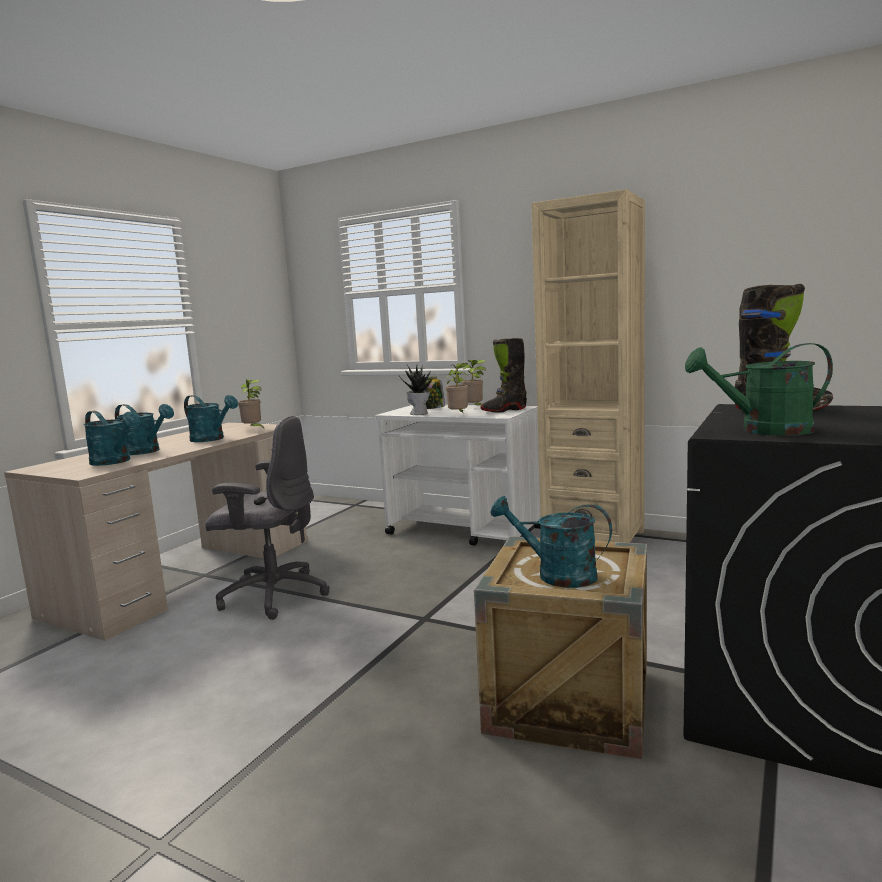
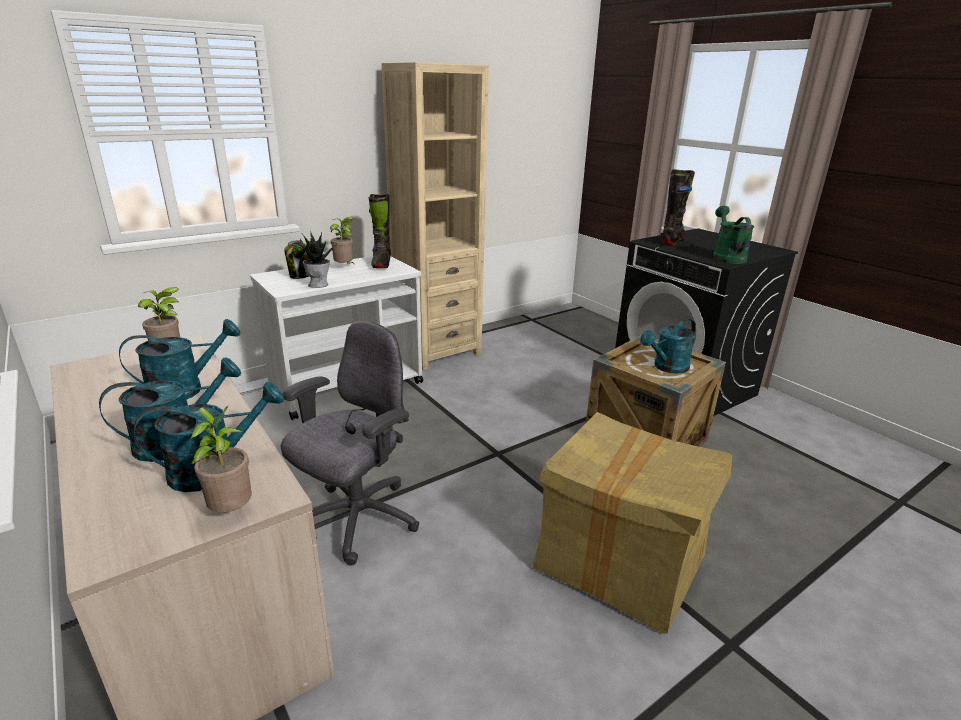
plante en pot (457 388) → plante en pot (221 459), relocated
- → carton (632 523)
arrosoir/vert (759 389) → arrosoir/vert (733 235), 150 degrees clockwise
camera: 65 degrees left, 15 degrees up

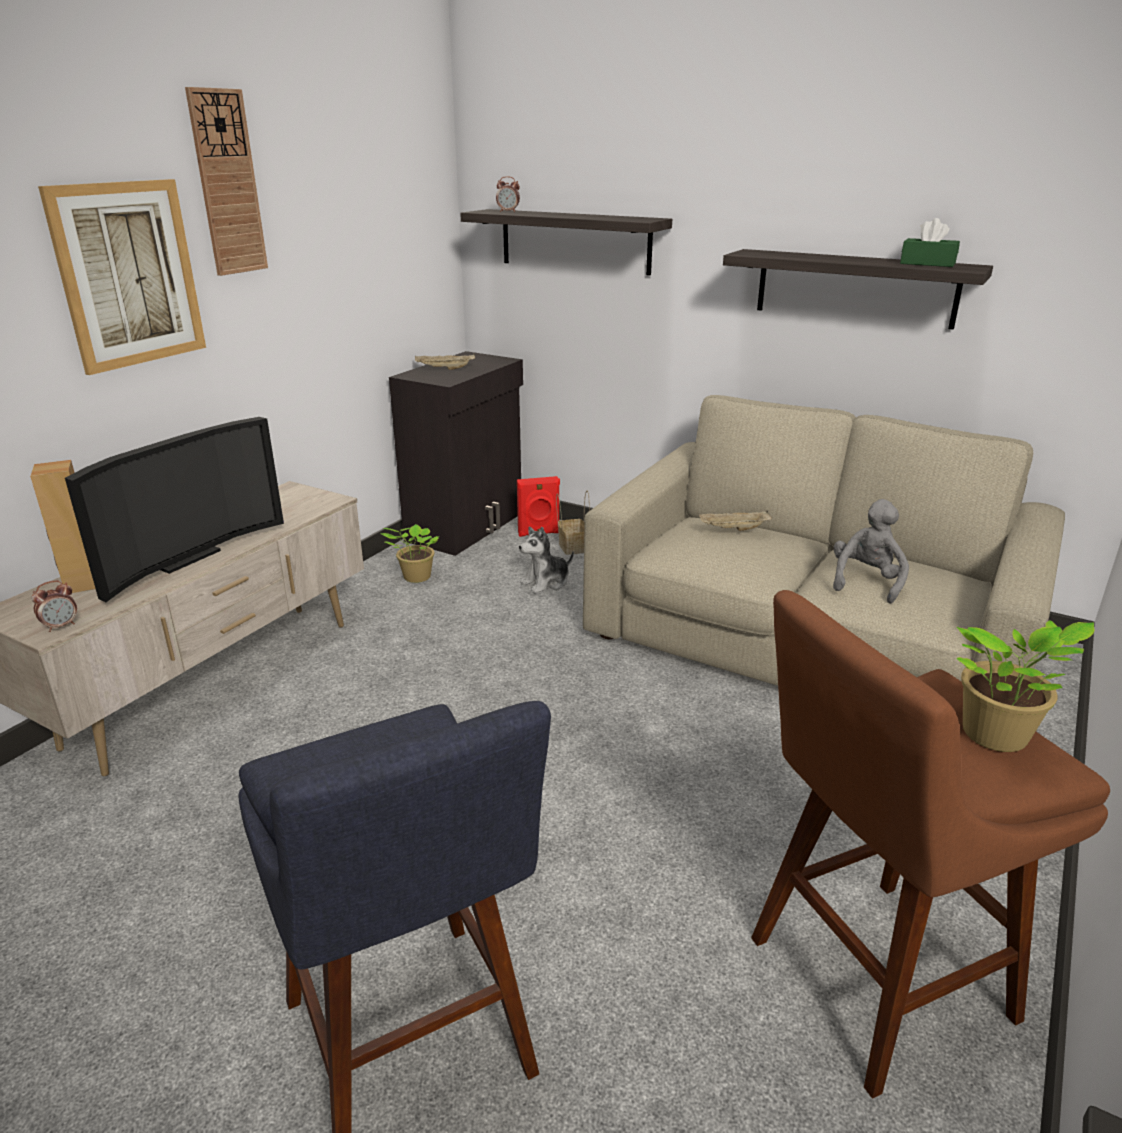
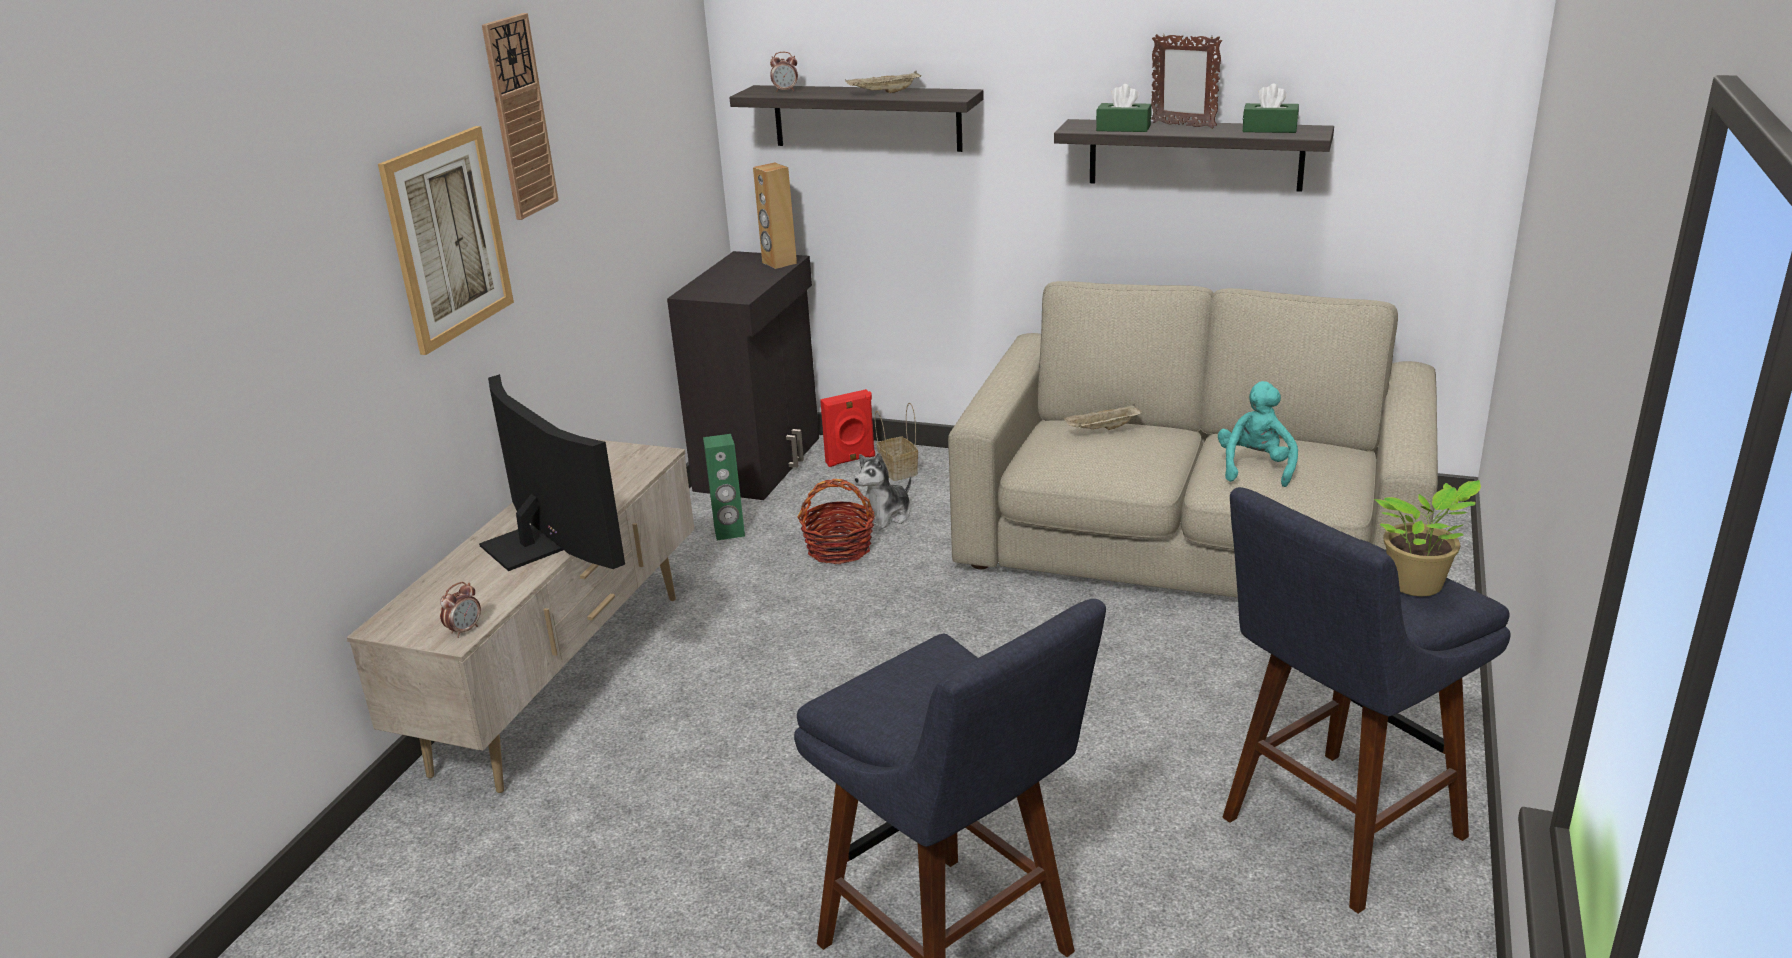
téléviseur (174 509) → téléviseur (552 472), 60 degrees counterclockwise
plante en pot (410 553) → enceinte/vert (724 487)
enceinte/marron (62 526) → enceinte/marron (775 216), relocated
- → panier (836 521)
plateau/beige (445 362) → plateau/beige (883 82), relocated
- → boîte à mouchoirs/vert (1123 108)
- → cadre photo (1186 81)
peluche/gris (871 551) → peluche/turquoise (1258 434)
tabouret/marron (930 844) → tabouret/bleu (1366 700)
camera: 10 degrees left, 0 degrees up

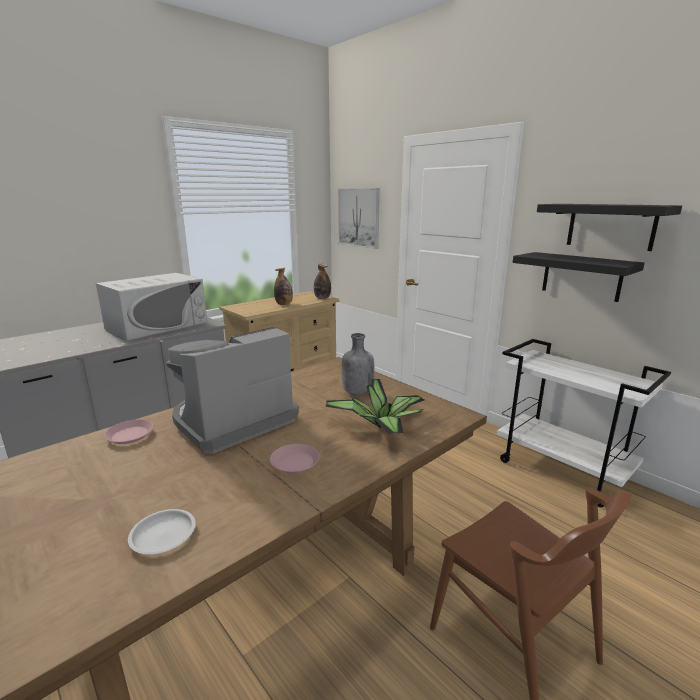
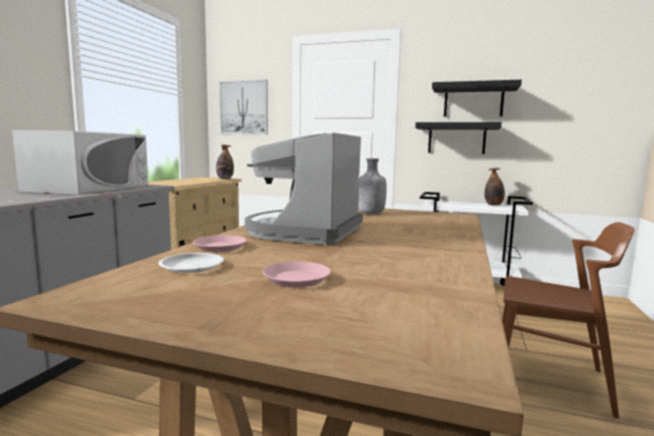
assiette/blanc (162 531) → assiette/blanc (191 263), relocated
assiette/rose (294 459) → assiette/rose (297 274), relocated
bouteille (283 286) → bouteille (495 186), relocated
plante en pot (375 406) → -
camera: 30 degrees left, 10 degrees down

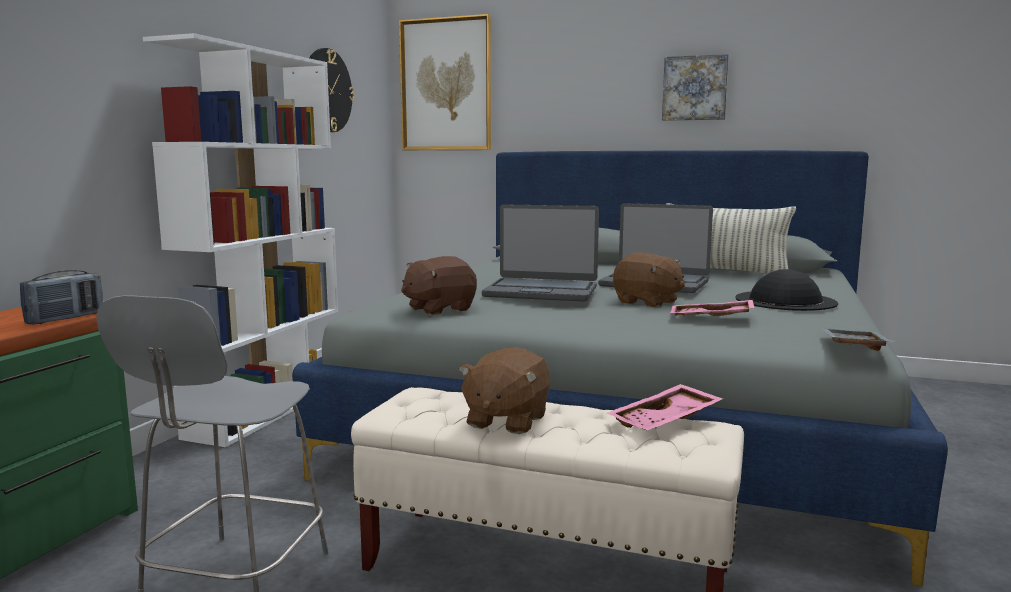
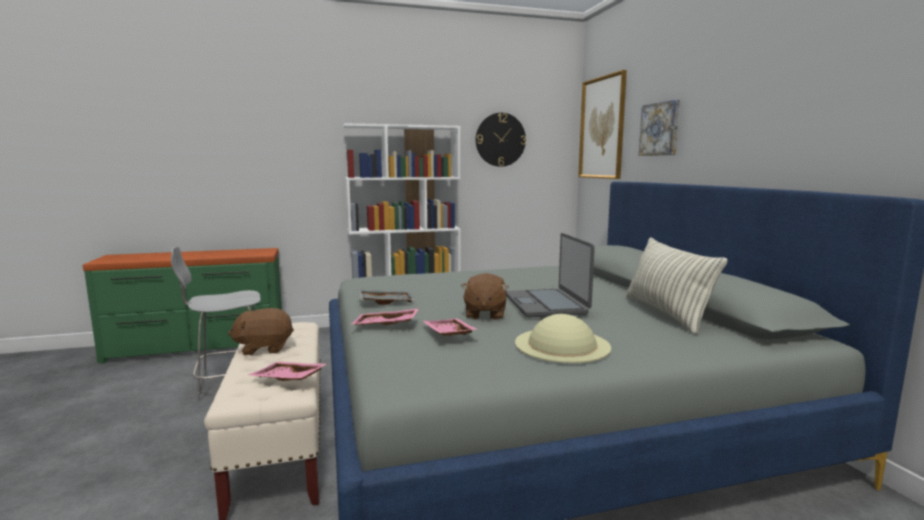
- → plateau/rose (385 317)
plateau/gris (857 339) → plateau/gris (386 297), relocated
chapeau/noir (786 290) → chapeau/beige (563 338)
tableau (695 87) → tableau (659 128), relocated
radio (61 297) → -
peluche/marron (439 285) → -
ordinateur portable (540 252) → -
camera: 55 degrees right, 0 degrees up

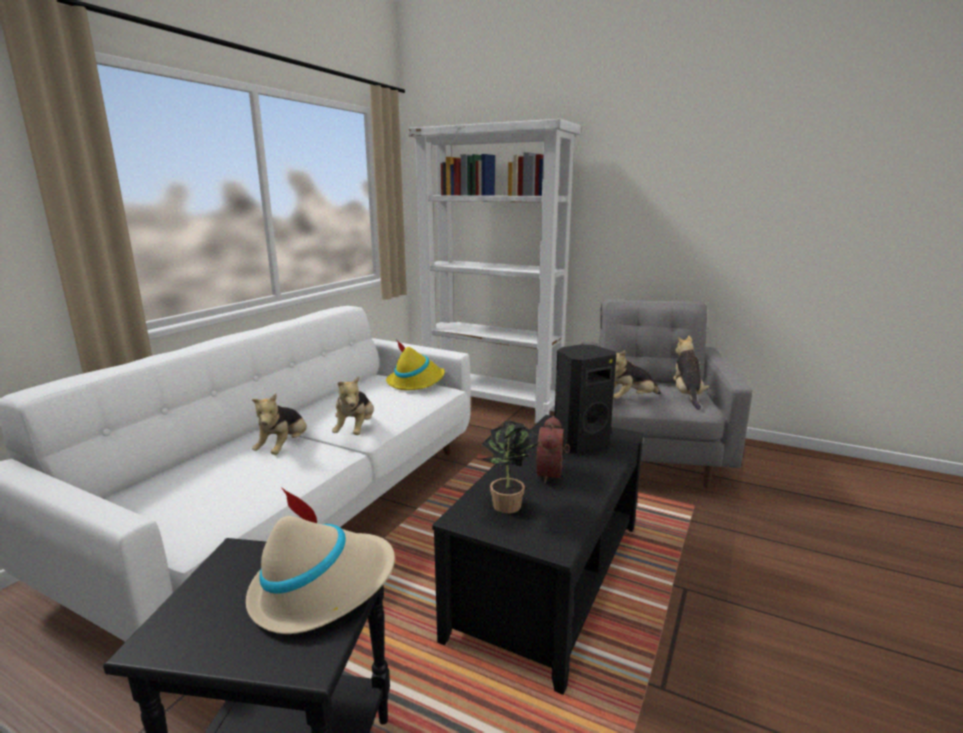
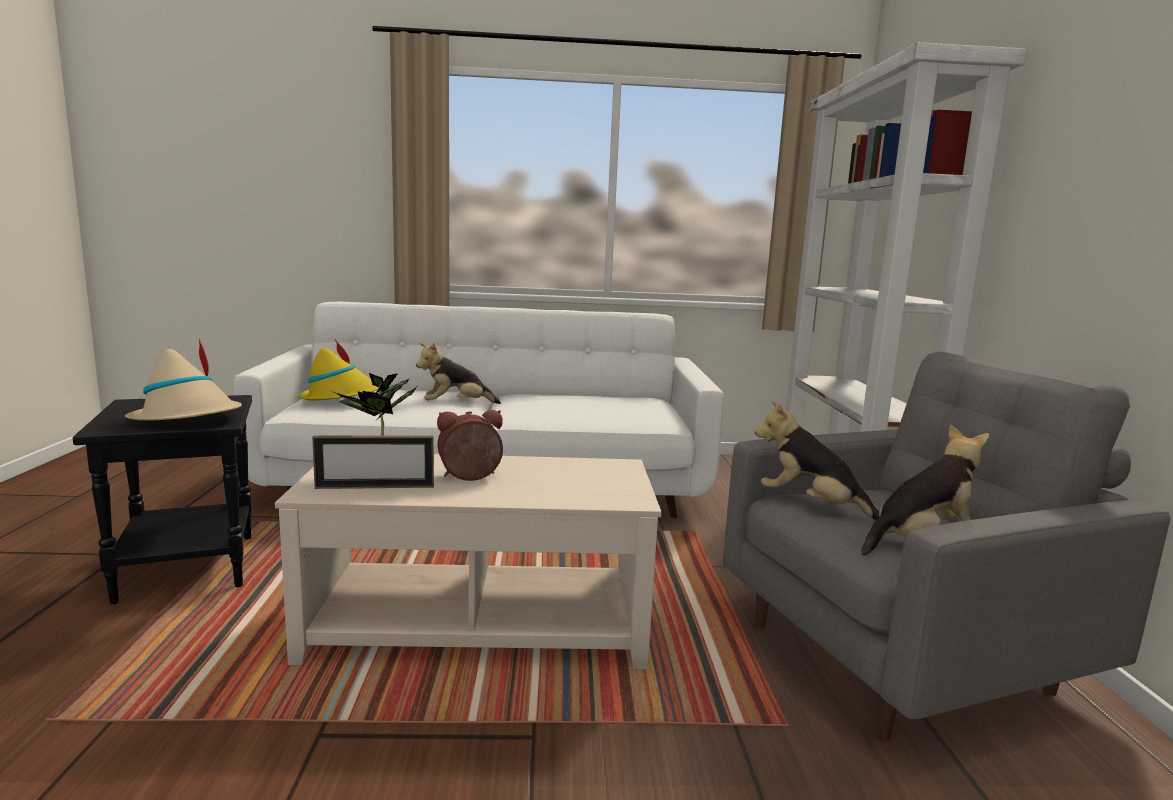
table basse/noir (538 555) → table basse/beige (468 561)
chapeau/jaune (415 364) → chapeau/jaune (339 370), relocated
- → cadre photo (373 462)
peluche (353 405) → -
enceinte/noir (585 398) → -
camera: 60 degrees right, 5 degrees down

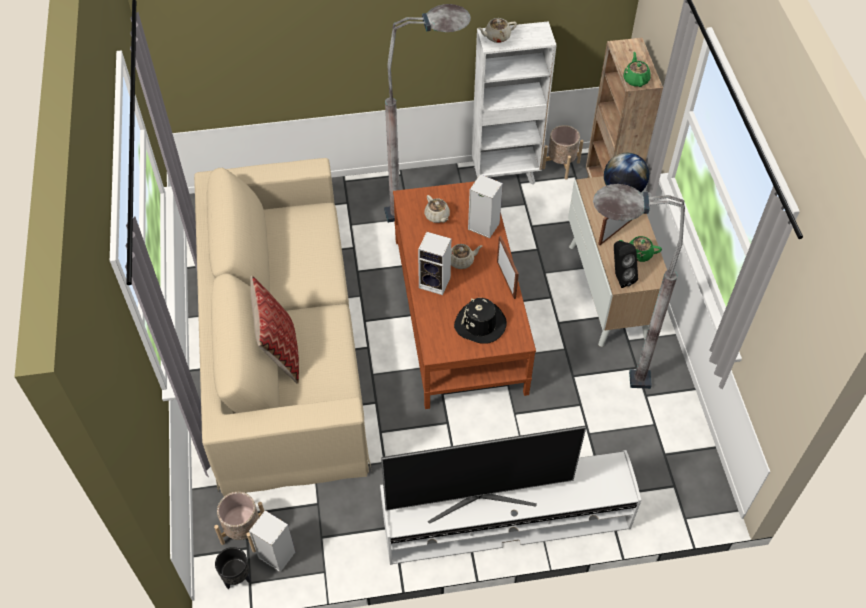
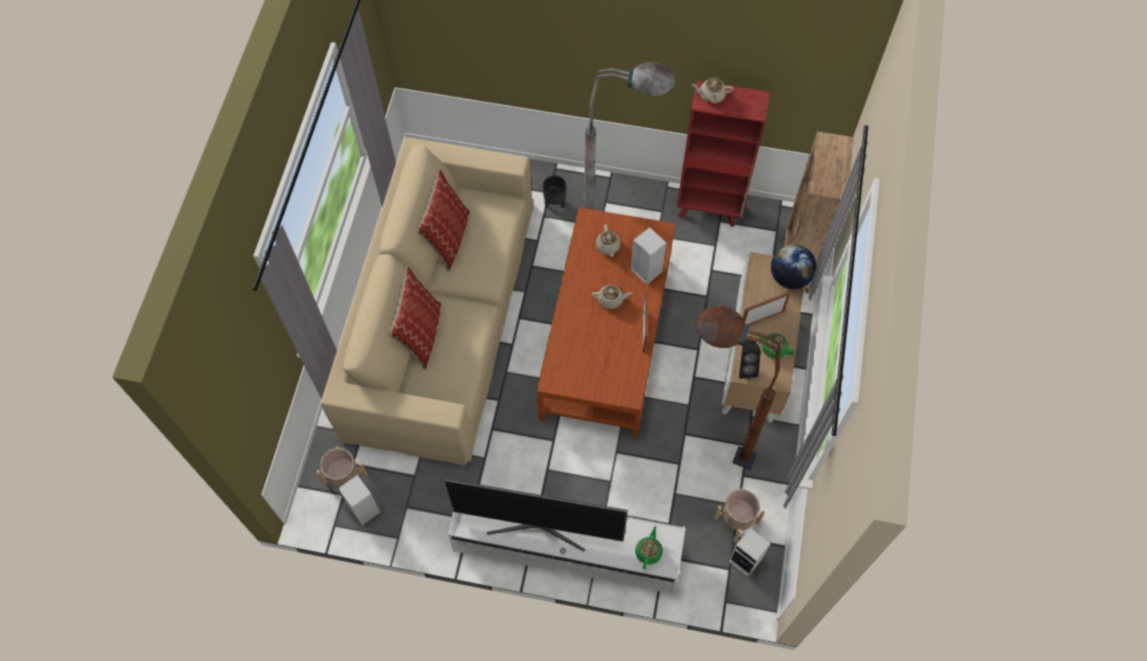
- → coussin (443 220)
cache-pot/noir (233 568) → cache-pot/noir (554 192), relocated
théière/vert (637 69) → théière/vert (649 547), relocated
bibliothèque/blanc (514 103) → bibliothèque/rouge (723 153)
lampadaire/gris (639 286) → lampadaire/marron (738 388)
cache-pot/beige (562 152) → cache-pot/beige (739 515), relocated
enceinte (434 263) → enceinte (749 552), relocated
chapeau/noir (480 320) → -
camera: 20 degrees right, 10 degrees up

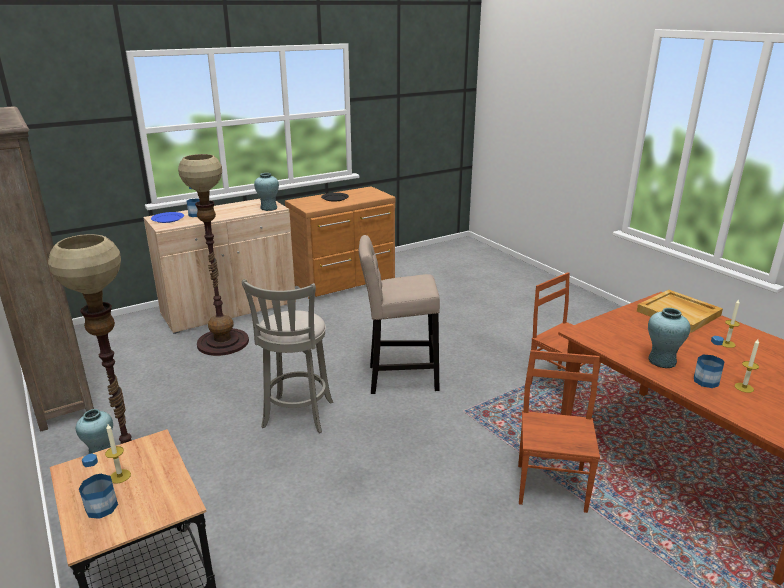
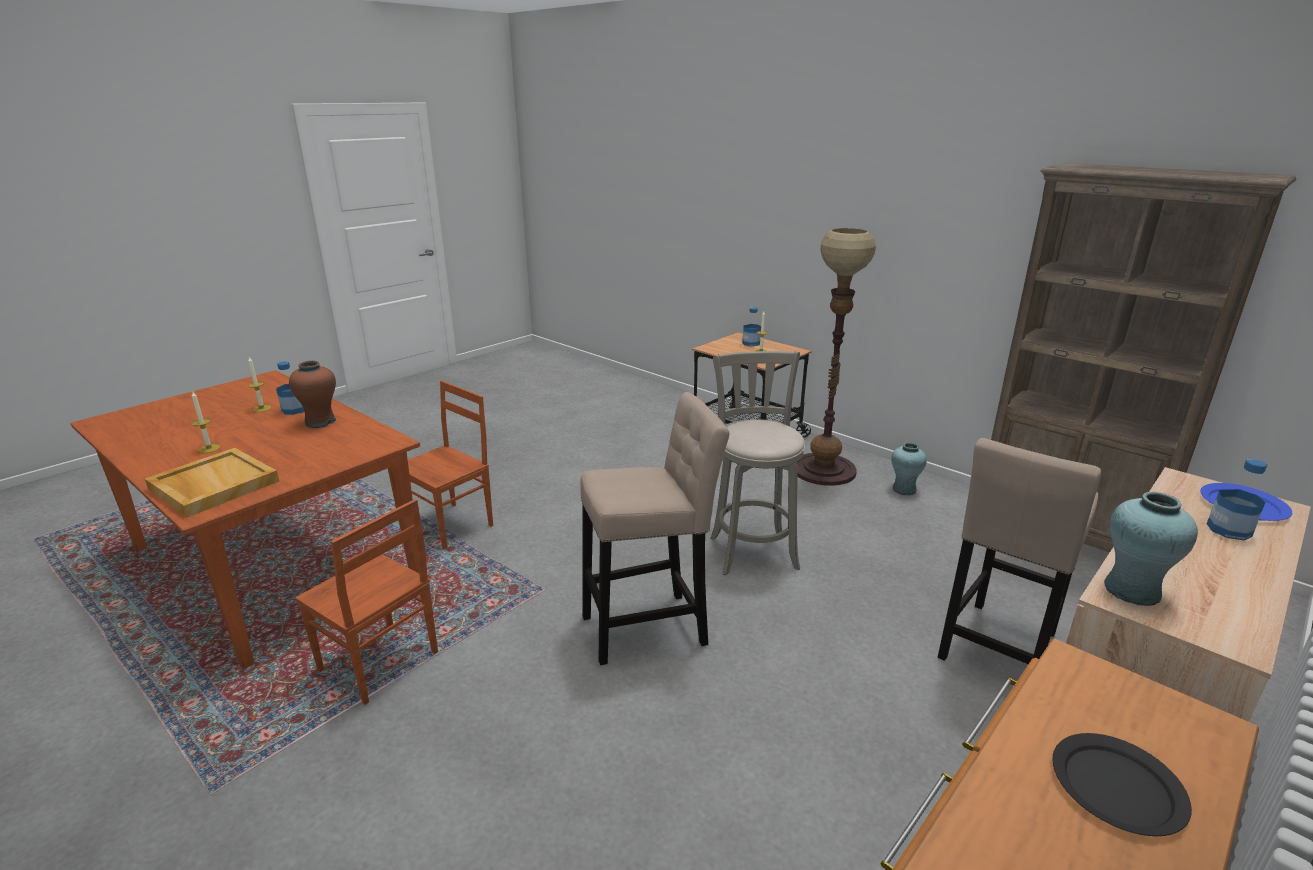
vase/turquoise (669 338) → vase/marron (312 394)
chaise/marron (559 431) → chaise/marron (450 465), 135 degrees counterclockwise
lampadaire (213 255) → tabouret/beige (1019 551)
camera: 165 degrees right, 0 degrees up

